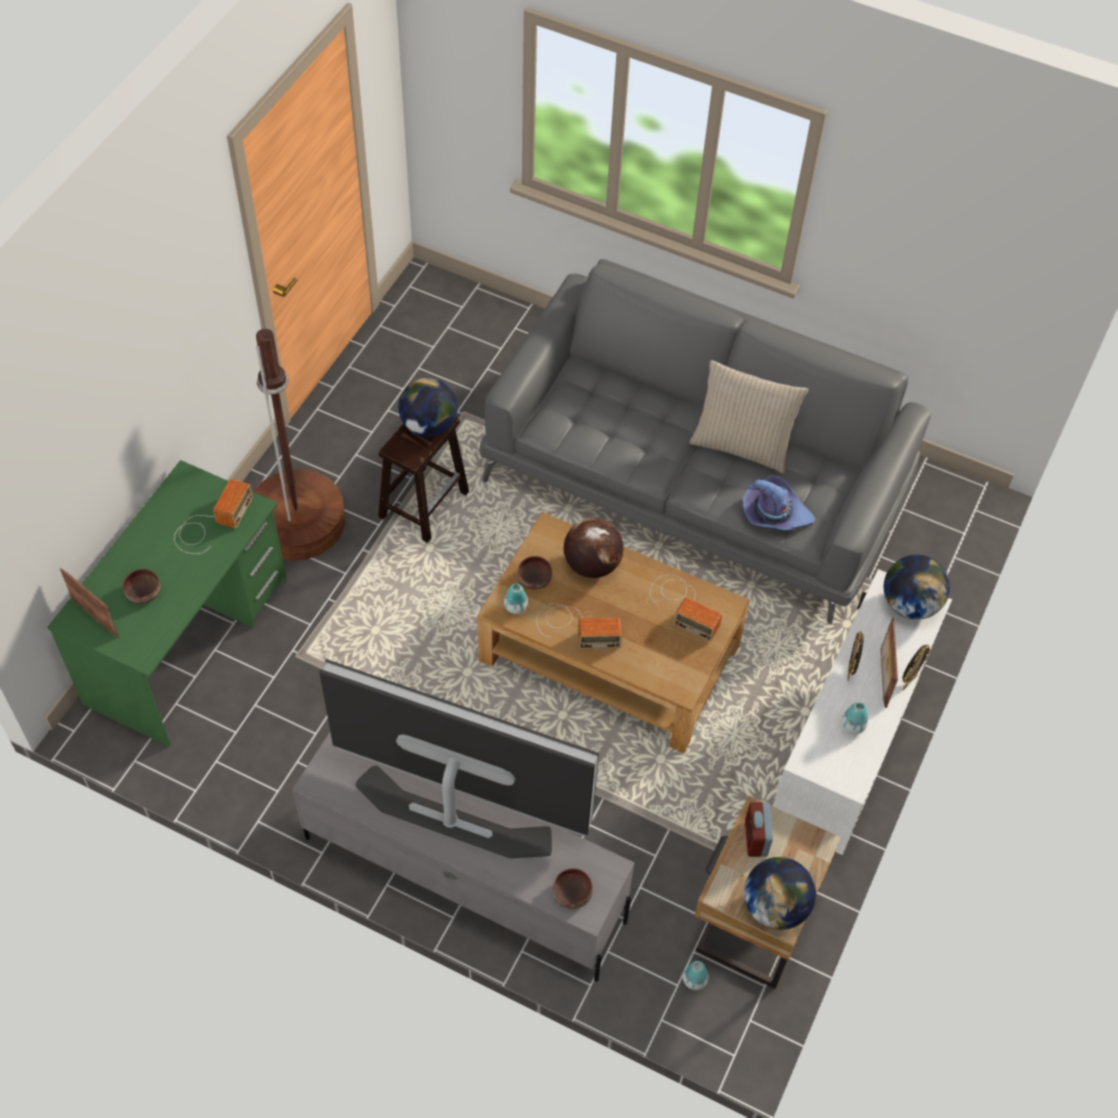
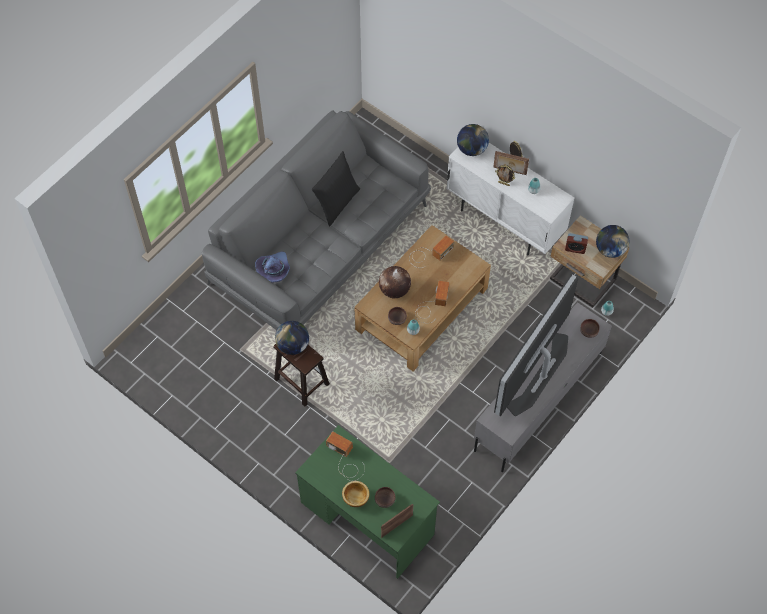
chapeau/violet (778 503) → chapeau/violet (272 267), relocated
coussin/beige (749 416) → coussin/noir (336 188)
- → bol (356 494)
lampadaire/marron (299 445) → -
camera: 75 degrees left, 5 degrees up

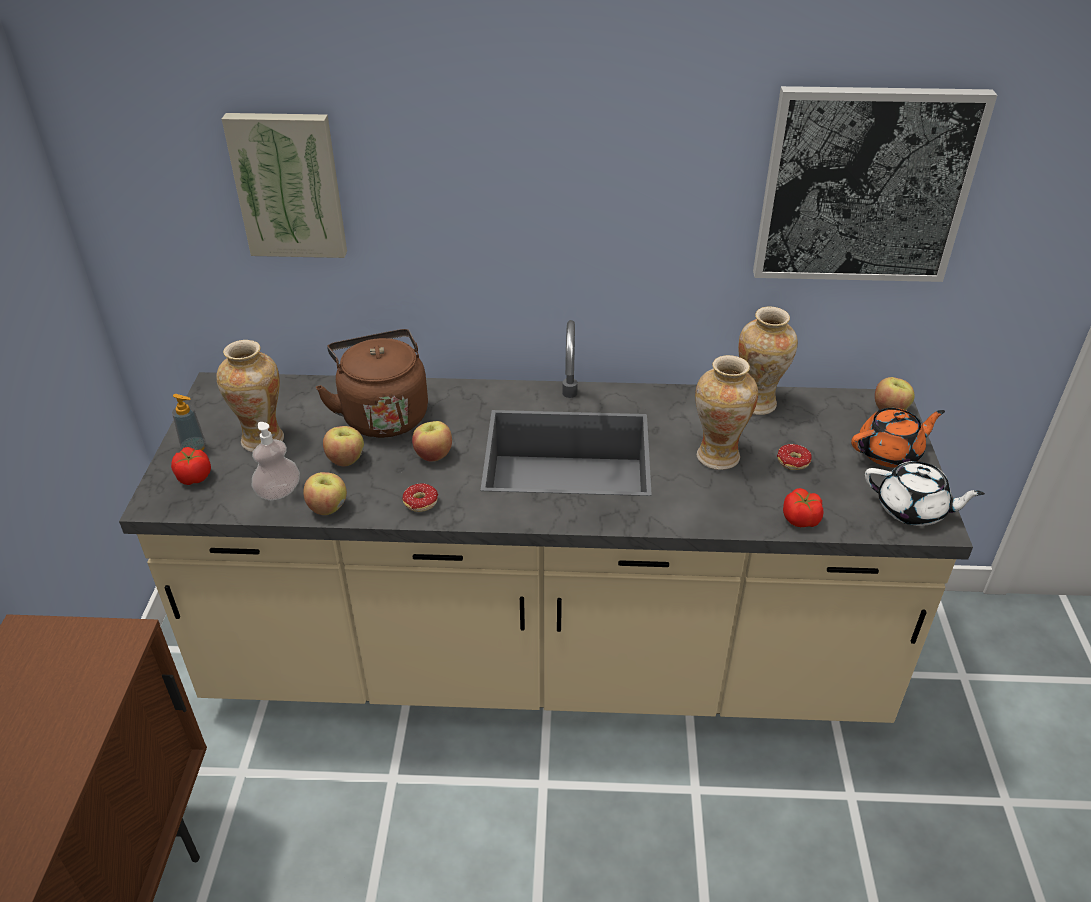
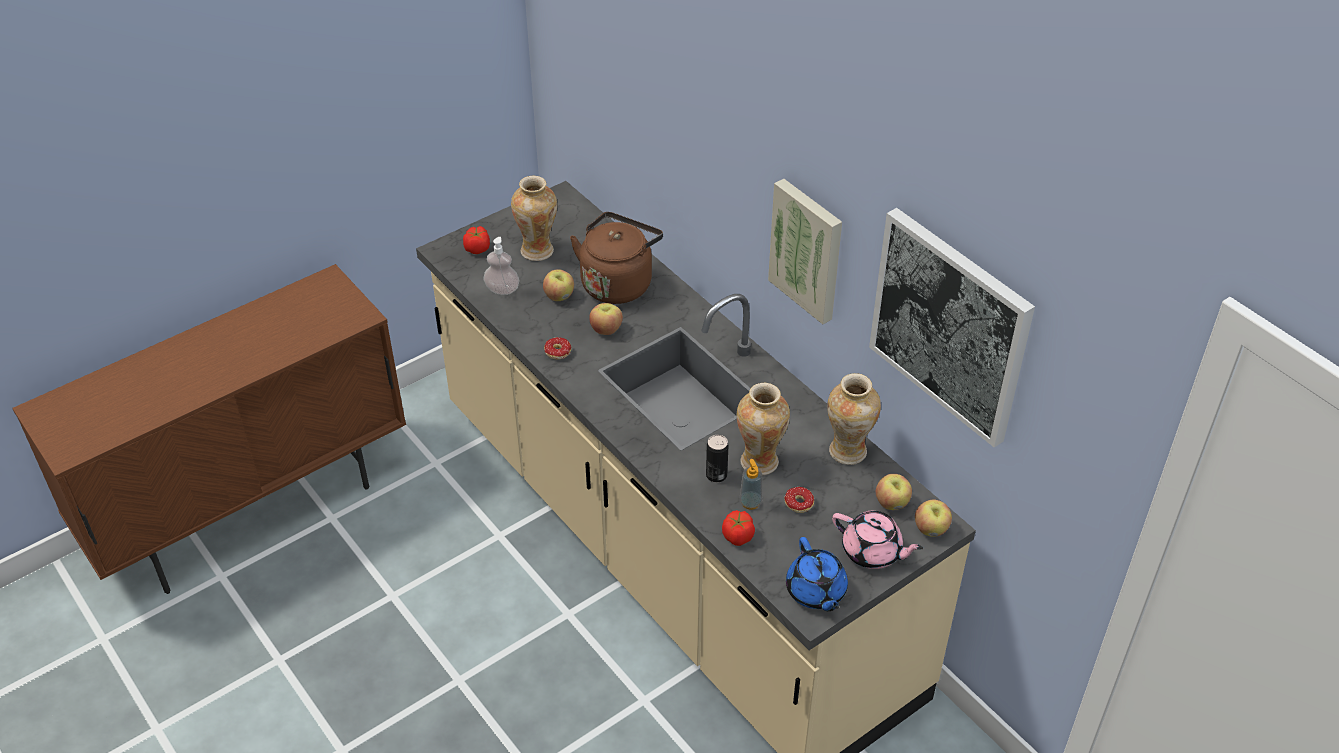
- → boîte métallique (717 458)
distributeur de savon (189 422) → distributeur de savon (750 484), relocated
tableau (284 185) → tableau (805 251), relocated
théière/blanc (925 493) → théière/bleu (817 574)
théière/orange (898 438) → théière/rose (877 540)
pomme (325 493) → pomme (894 492), relocated
camera: 50 degrees right, 5 degrees up

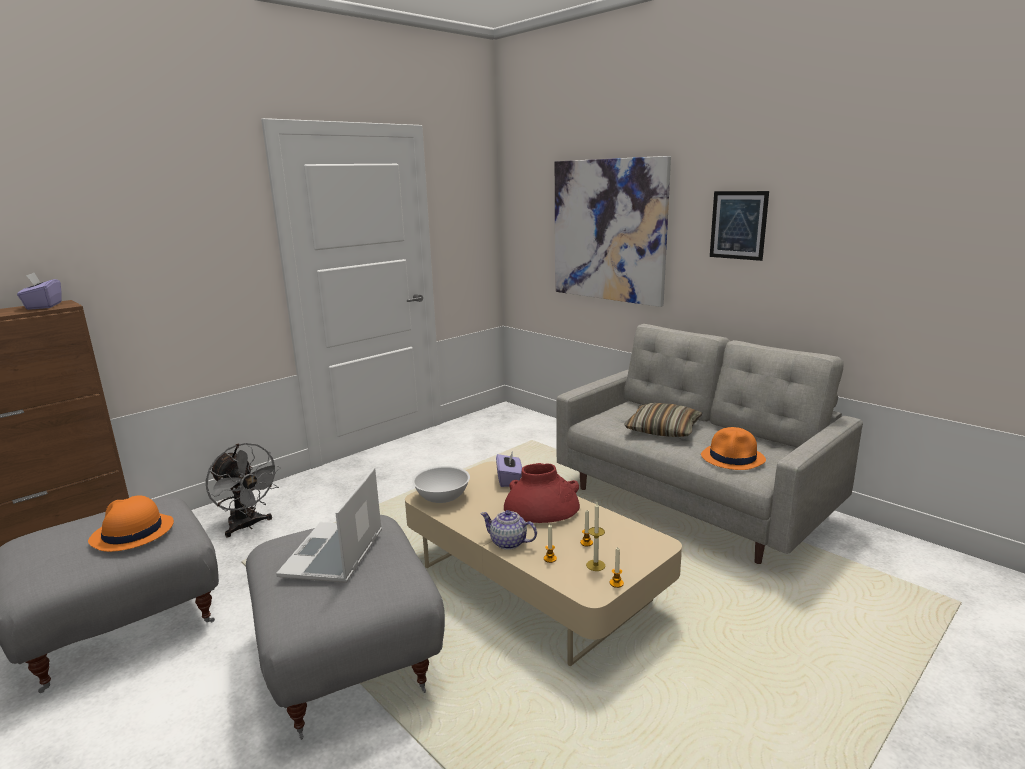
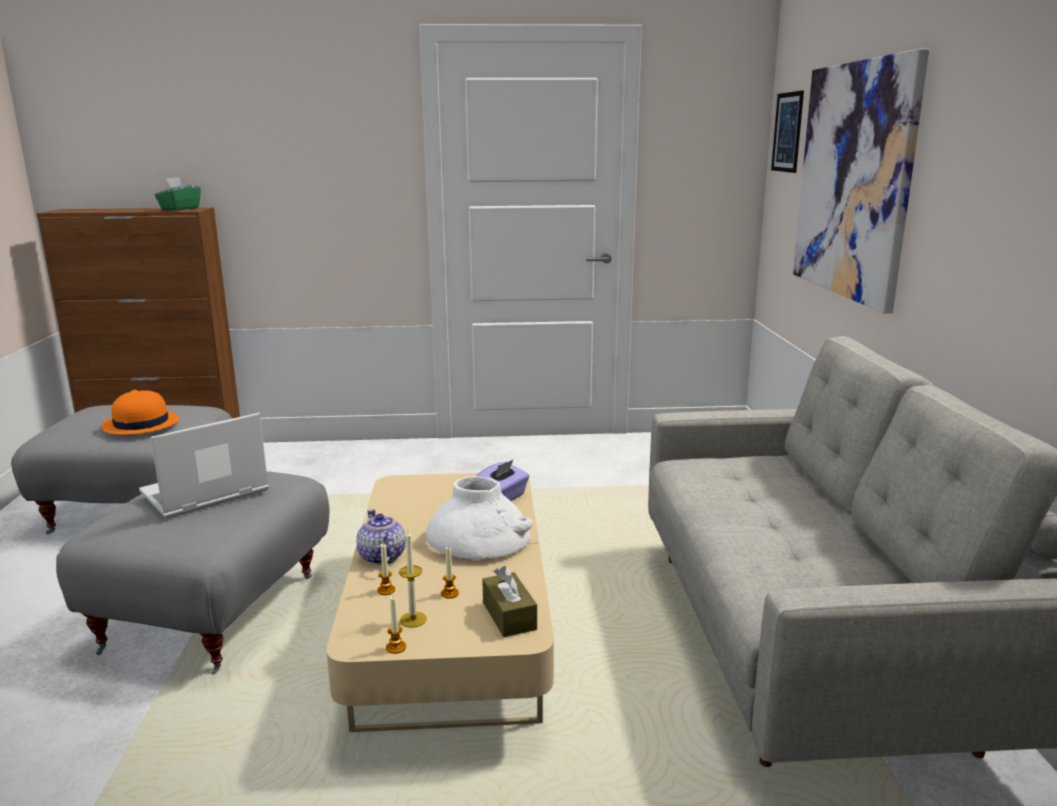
boîte à mouchoirs/violet (39 291) → boîte à mouchoirs/vert (178 193)
vase/rouge (542 493) → vase/blanc (479 517)
- → boîte à mouchoirs/marron (509 601)
tableau (739 226) → tableau (787 131), relocated
ventilateur/gris (243 490) → -
bol/blanc (441 484) → -
coussin (663 420) → -
chapeau/orange (733 448) → -
camera: 40 degrees right, 0 degrees up

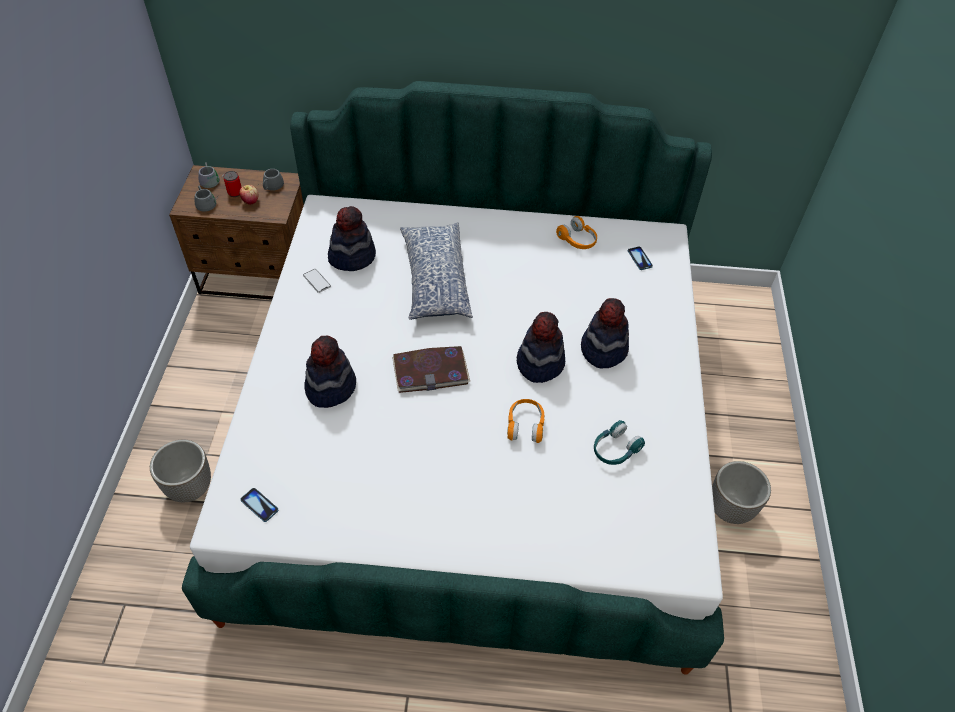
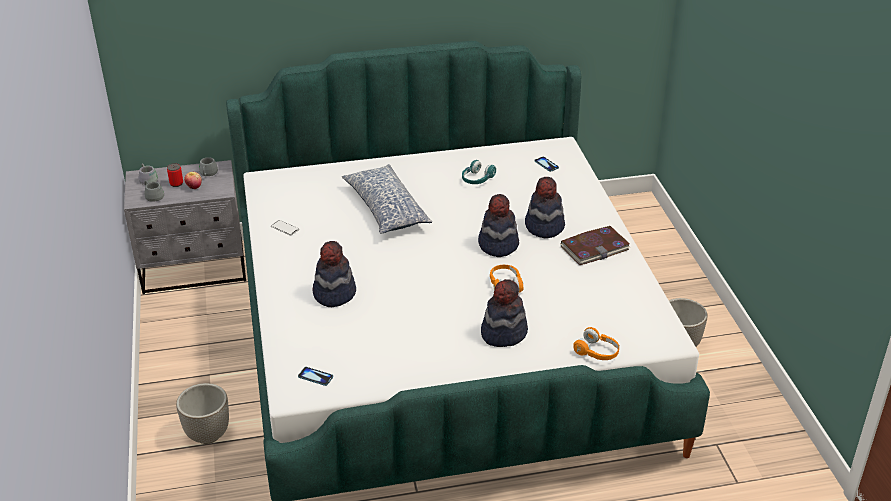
table de chevet/marron (236 232) → table de chevet/gris (185 227)
casque audio/turquoise (619 442) → casque audio/turquoise (479 172), relocated
chapeau (352 238) → chapeau (504 313), relocated
livre (431 369) → livre (595 245), relocated
casque audio/orange (576 232) → casque audio/orange (596 343), relocated
camera: 15 degrees left, 15 degrees down

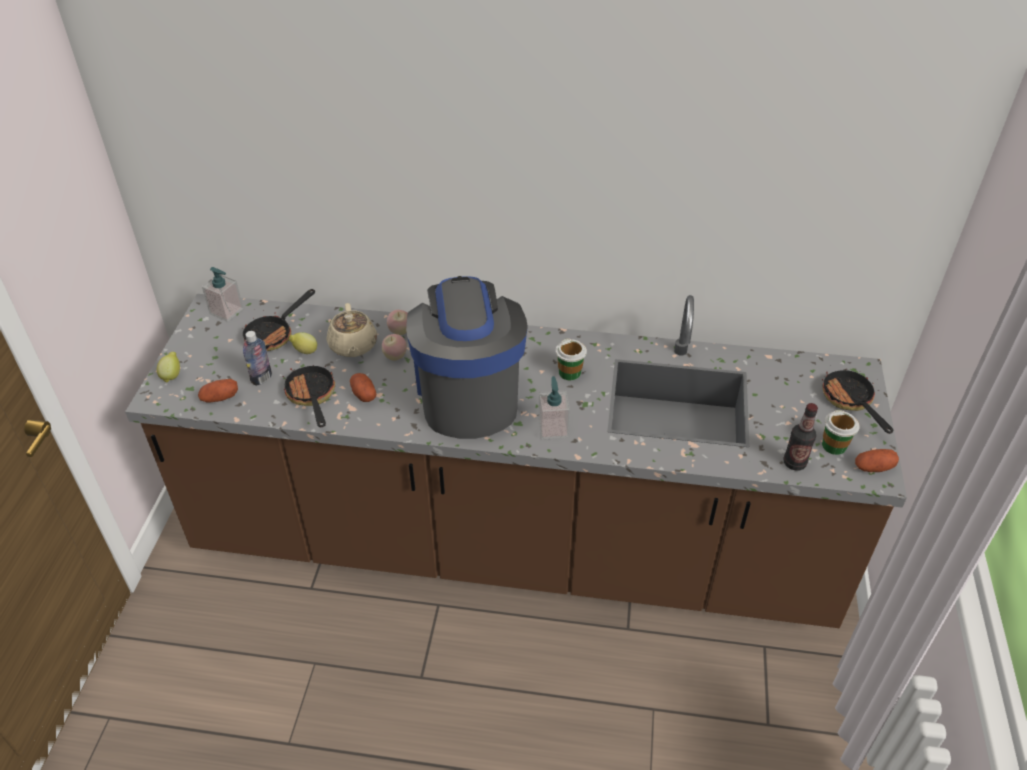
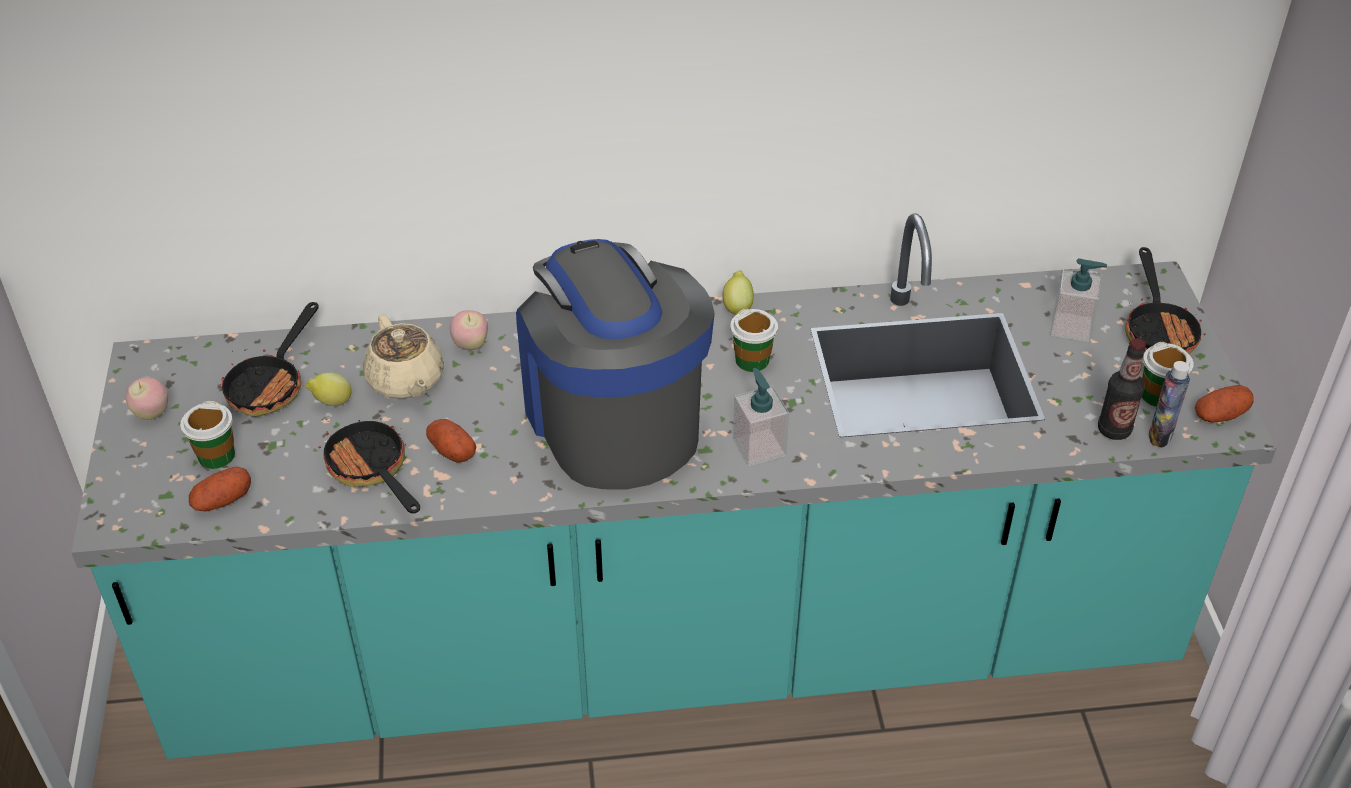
comptoir de cuisine/marron (516 461) → comptoir de cuisine/turquoise (674 486)
pomme (394 347) → pomme (147 398), relocated
- → tasse (207 435)
citron (168 367) → citron (738 293), relocated
distributeur de savon (222 294) → distributeur de savon (1078 300), relocated
poêle (857 399) → poêle (1165 300), 150 degrees counterclockwise
bouteille (257 358) → bouteille (1169 404), relocated
camera: 15 degrees left, 0 degrees up

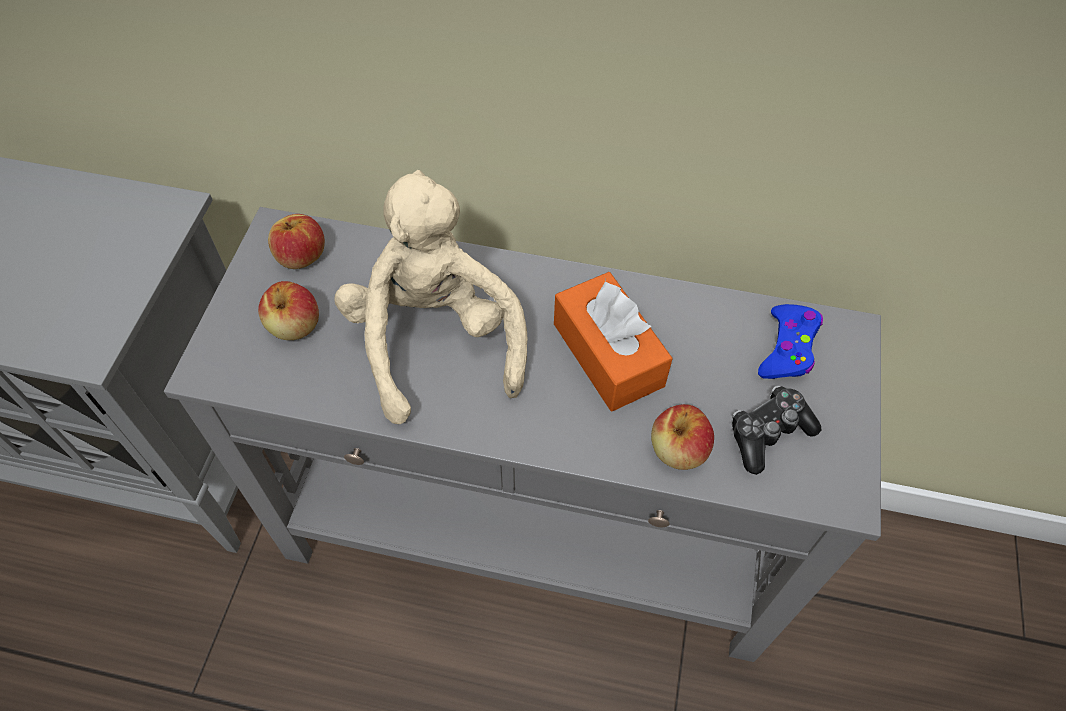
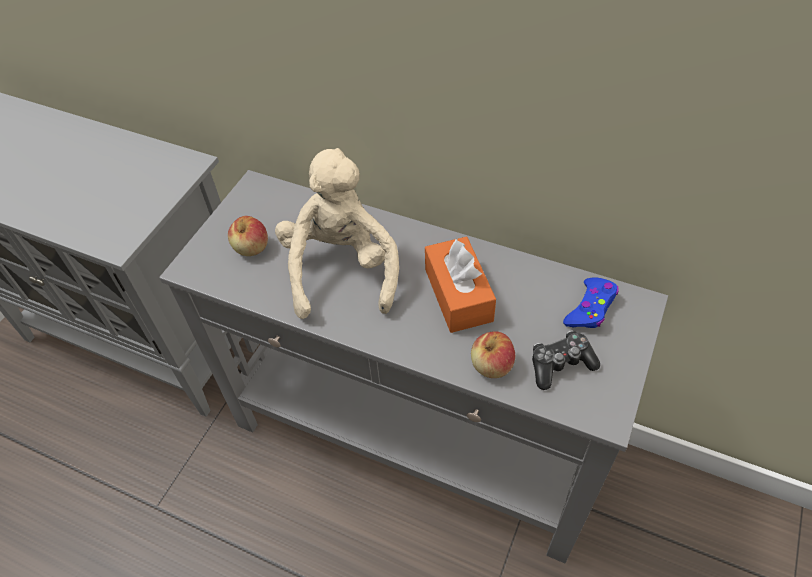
pomme (296 241) → -
camera: 15 degrees right, 5 degrees down

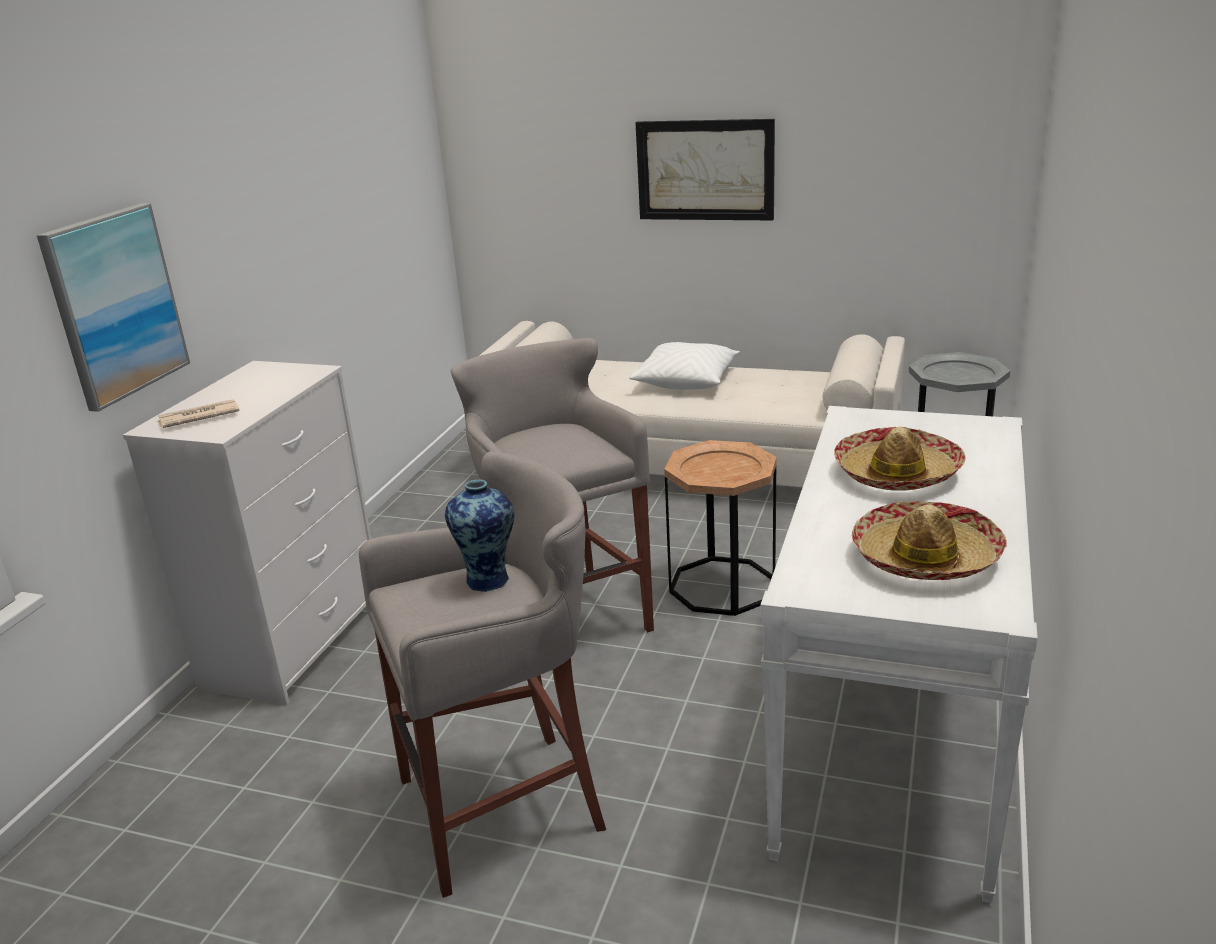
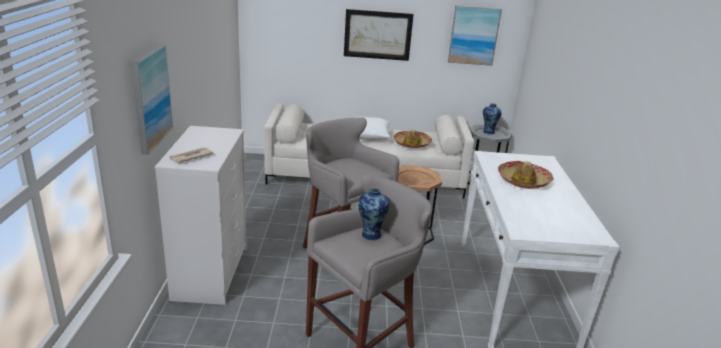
chapeau (929 540) → chapeau (413 139), relocated
- → tableau (475 35)
- → vase (492 119)
camera: 20 degrees left, 0 degrees up

